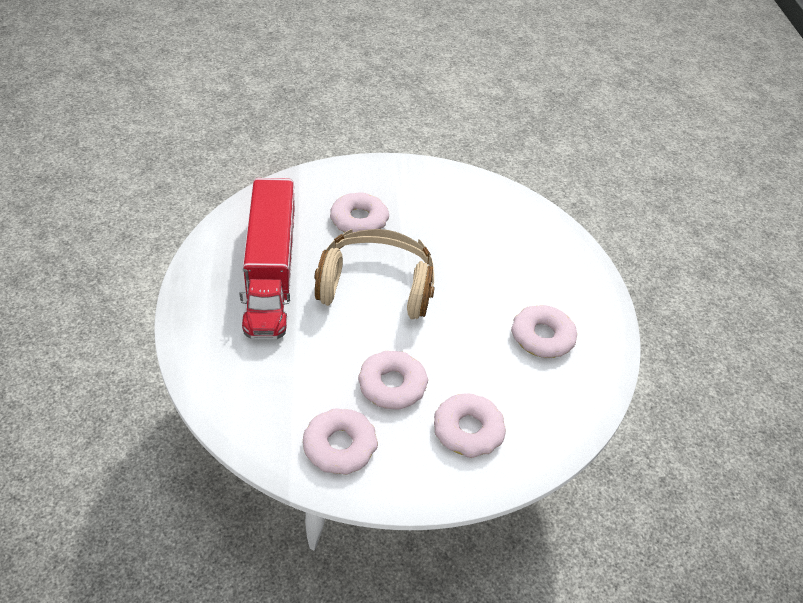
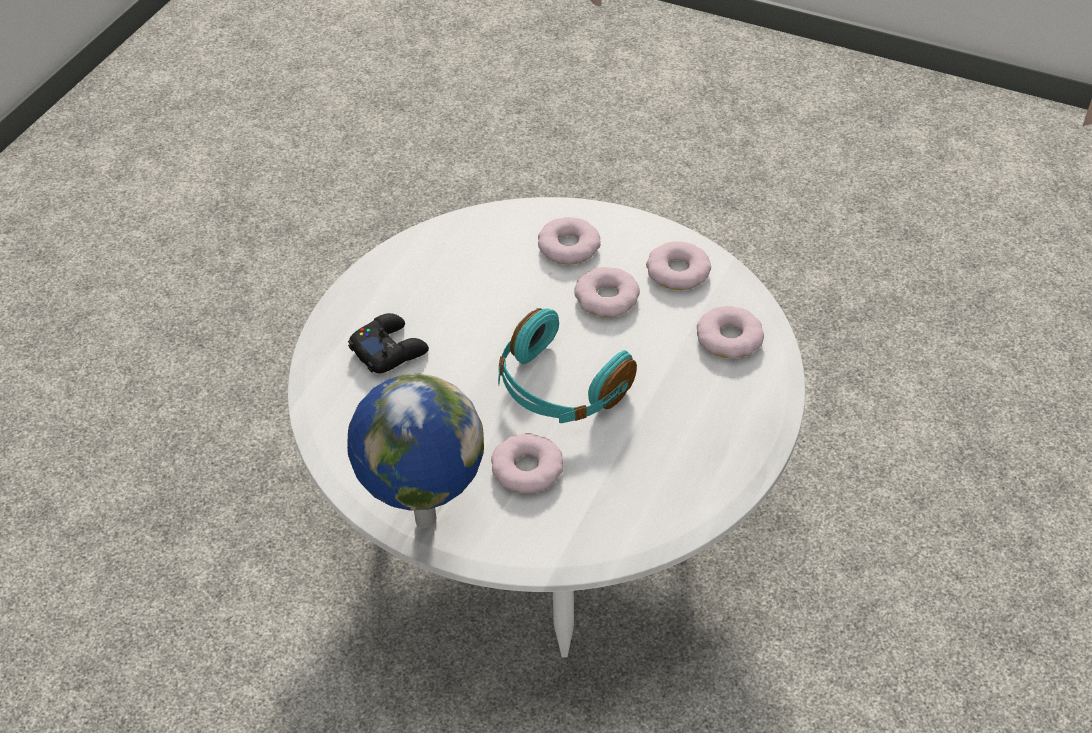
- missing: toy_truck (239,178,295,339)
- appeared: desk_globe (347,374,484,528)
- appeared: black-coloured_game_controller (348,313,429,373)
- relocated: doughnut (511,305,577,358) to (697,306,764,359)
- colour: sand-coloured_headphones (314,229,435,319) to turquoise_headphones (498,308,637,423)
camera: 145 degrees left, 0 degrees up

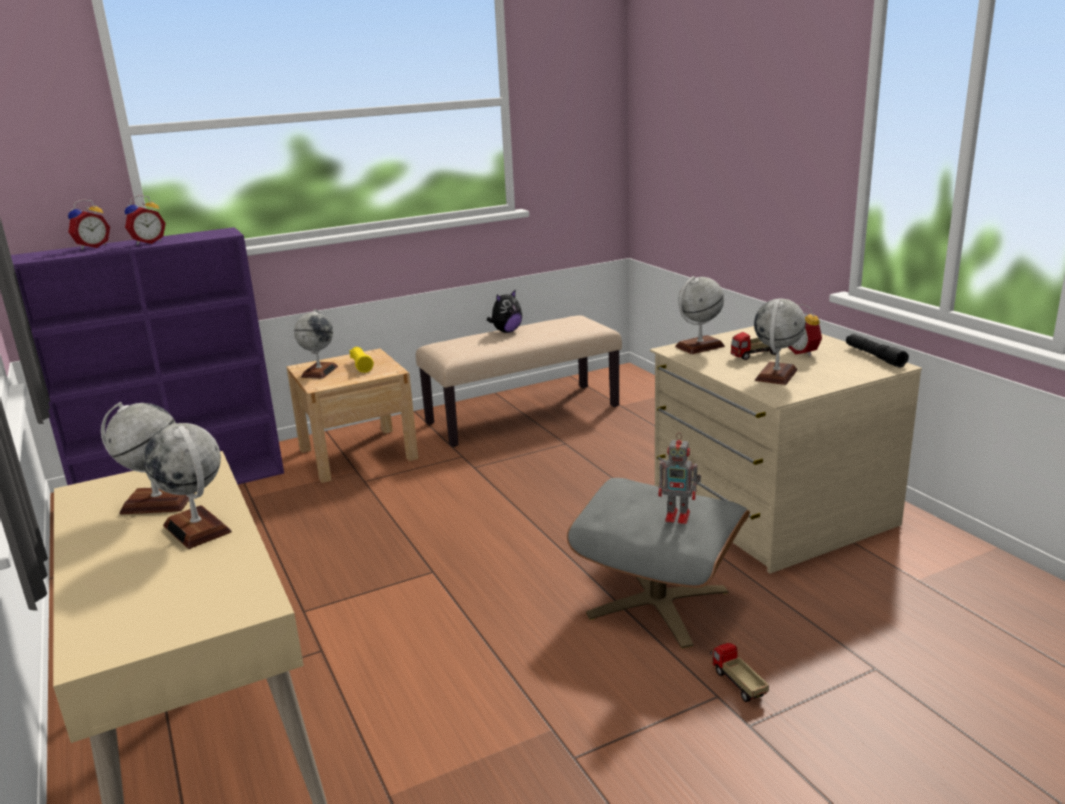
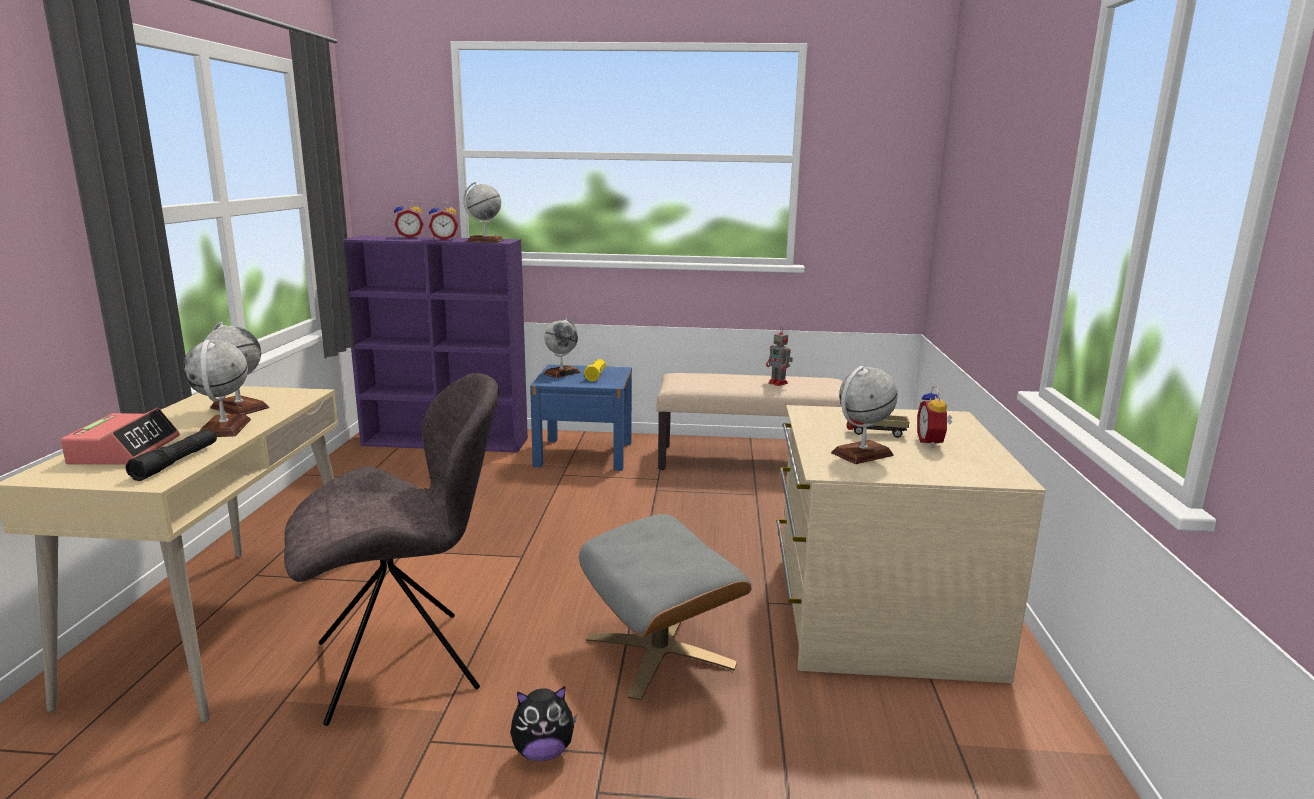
- missing: toy_truck (710,643,769,702)
- appeared: bedside_clock (61,408,180,464)
- appeared: gray_chair (284,373,499,726)
- relocated: soft_toy (487,289,522,333) to (510,686,577,761)
- relocated: robot_figure (658,433,701,524) to (766,328,793,386)
- relocated: desk_globe (675,276,725,354) to (463,182,504,243)
- relocated: black-coloured_torch (846,334,909,368) to (126,430,217,481)
- colour: sand-coloured_bedside_table (287,348,418,483) to blue-coloured_bedside_table (530,365,632,471)
camera: 30 degrees right, 5 degrees down

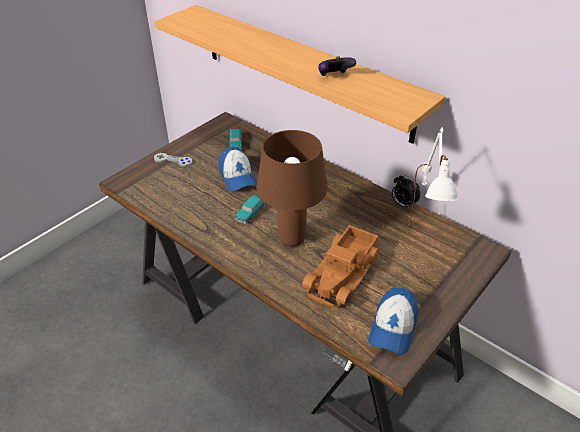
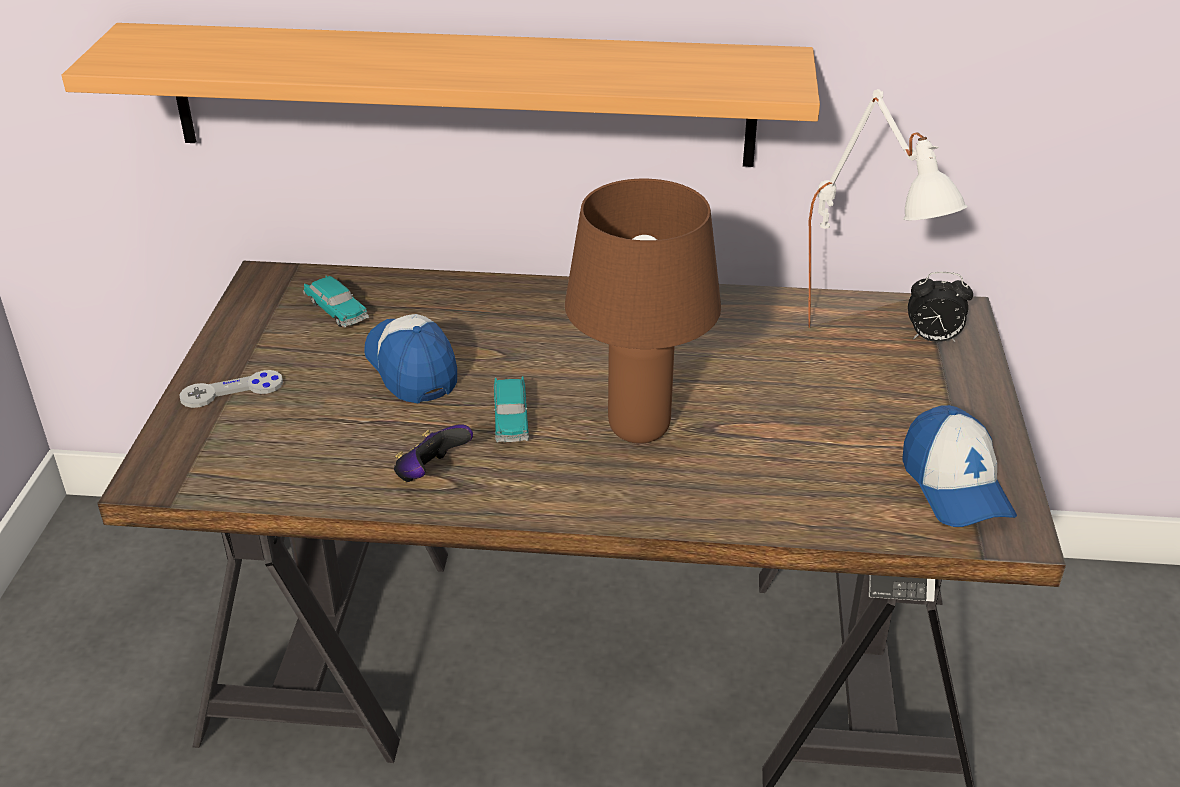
- missing: toy_truck (302,225,380,307)
- relocated: game_controller (318,56,356,76) to (394,424,473,482)
- relocated: bedside_clock (392,174,420,210) to (908,272,973,342)
- spun: peaked_cap (219,147,257,191) = (365,314,457,403) 150 degrees counterclockwise
camera: 35 degrees left, 5 degrees down

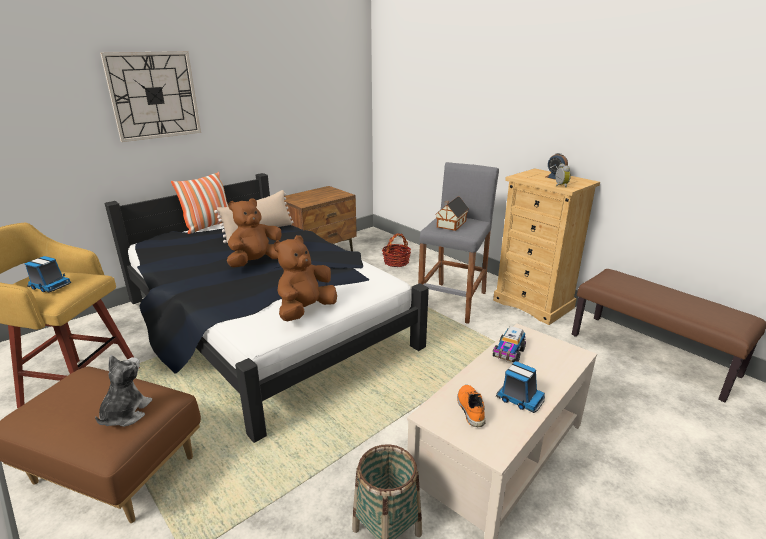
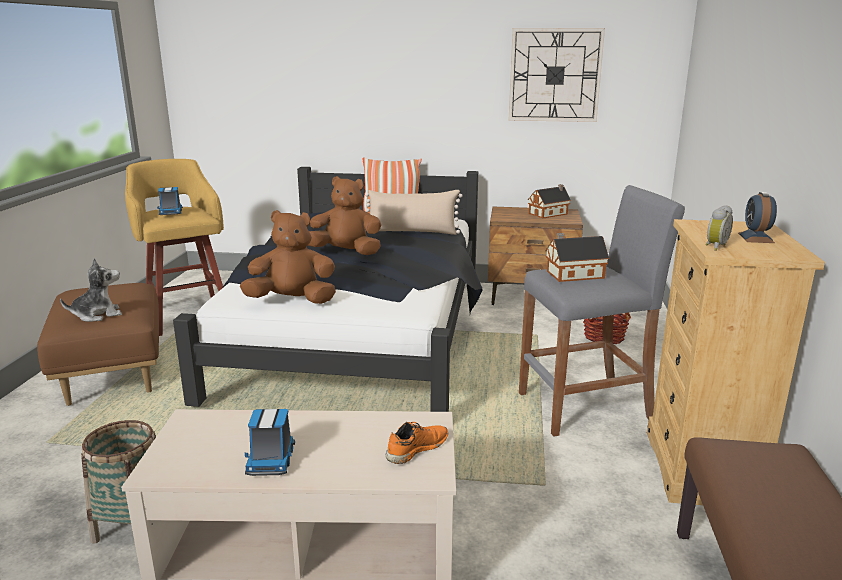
- missing: toy_truck (493,326,526,362)
- appeared: miniature_house (528,184,571,218)
- relocated: wall_clock (100,51,201,142) to (508,28,605,122)
- relocated: orangey_shoe (457,385,486,427) to (385,422,448,464)
camera: 50 degrees right, 5 degrees down

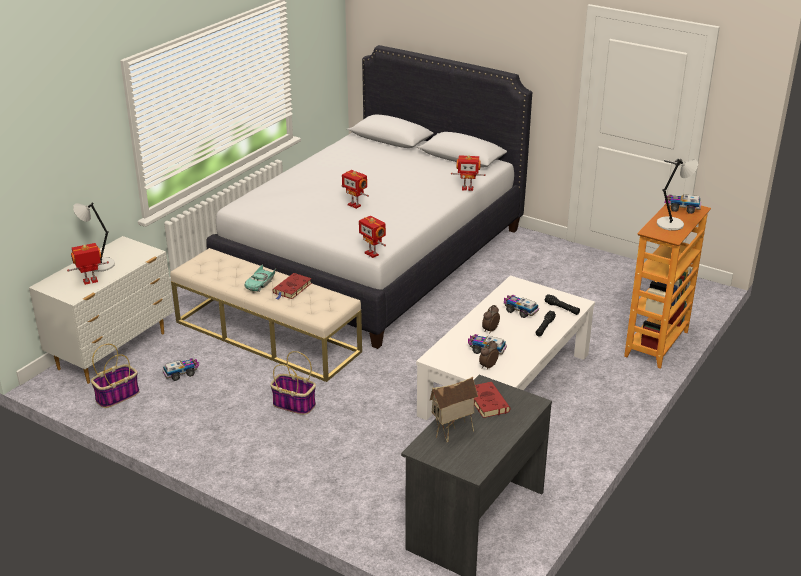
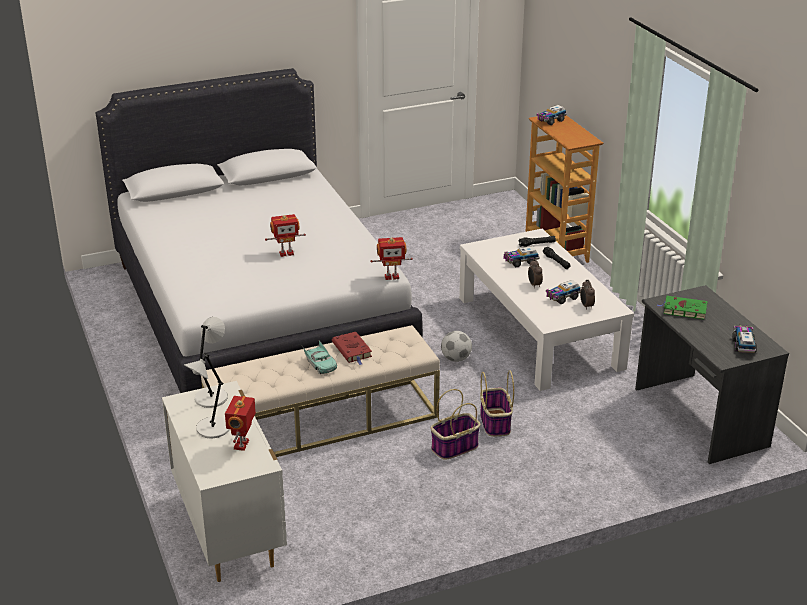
- missing: miniature_house (430,377,478,442)
- missing: robot_figure (451,155,486,191)
- appeared: football (441,331,472,362)
- relocated: storage_basket (91,344,139,408) to (480,370,514,437)
- relocated: toy_truck (162,358,199,381) to (732,325,757,353)
- relocated: gray_tabletop_lamp (657,159,698,231) to (195,317,228,408)
- colour: reddish_book (474,382,510,418) to green_book (657,296,708,320)
camera: 55 degrees left, 0 degrees up

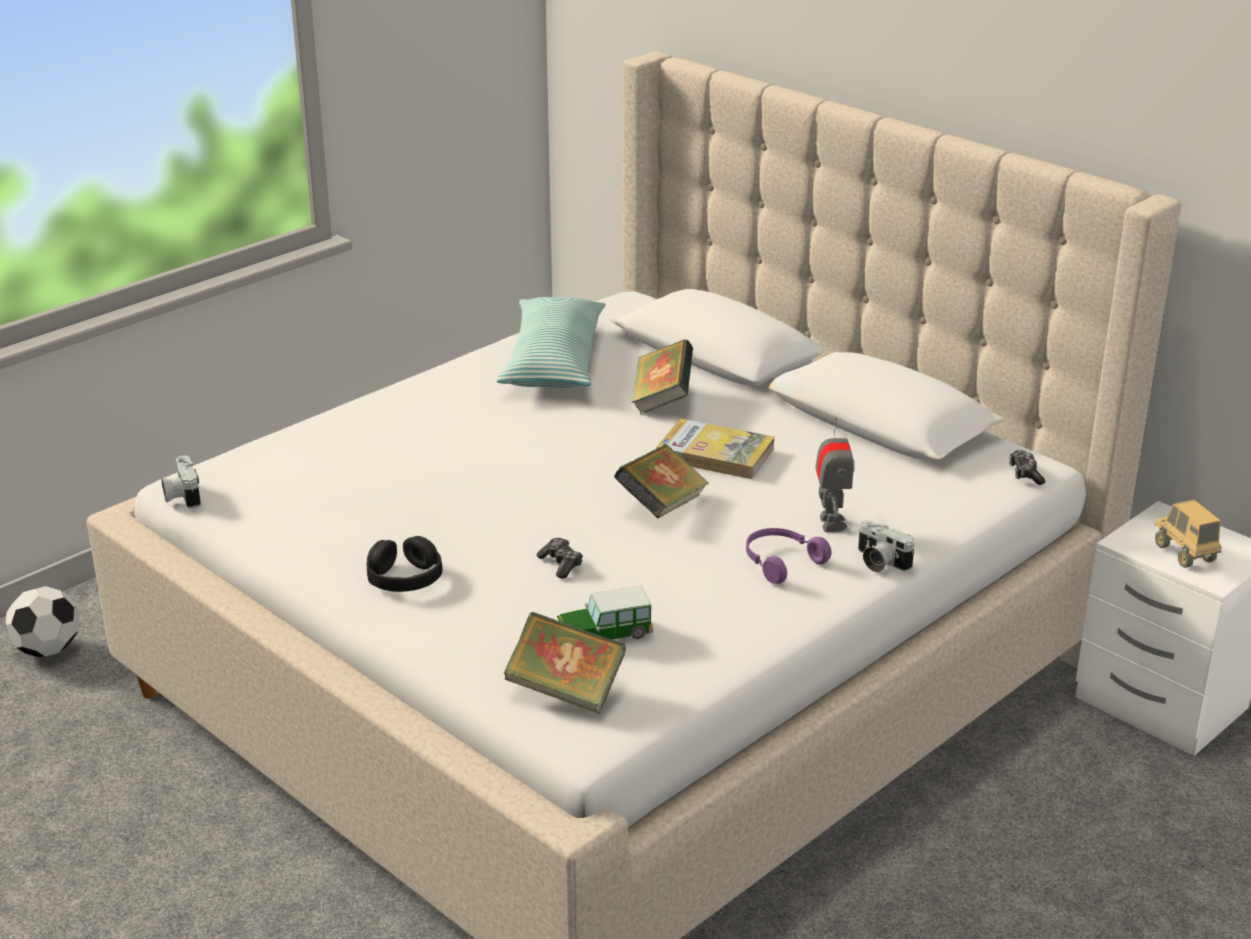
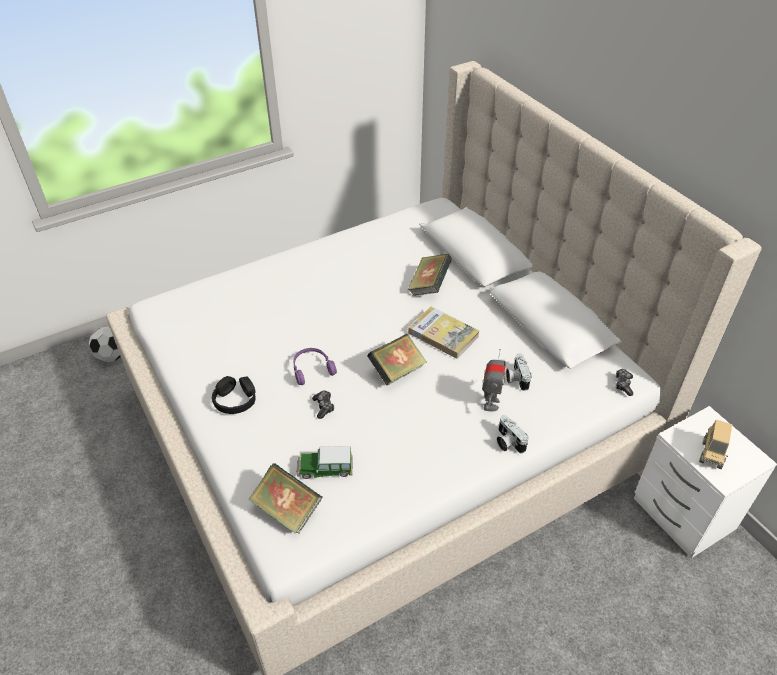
- missing: throw_pillow (497,297,606,388)
- relocated: still_camera (162,455,201,508) to (506,353,532,391)
- relocated: purplish_headphones (746,528,832,584) to (293,348,337,385)
- spun: toy_truck (1155,500,1222,568) = (699,419,732,469) 150 degrees counterclockwise
camera: 15 degrees right, 15 degrees up

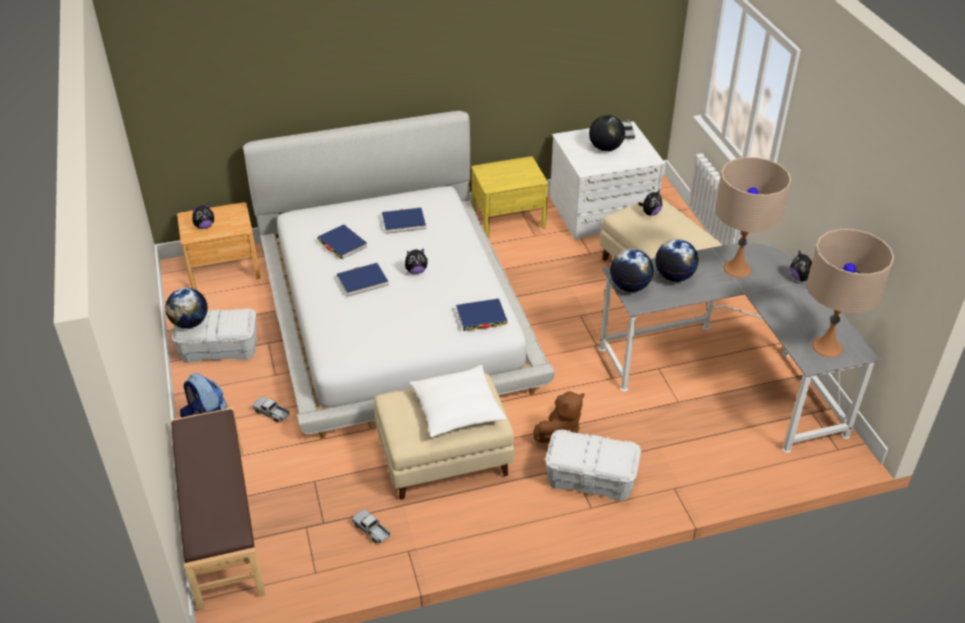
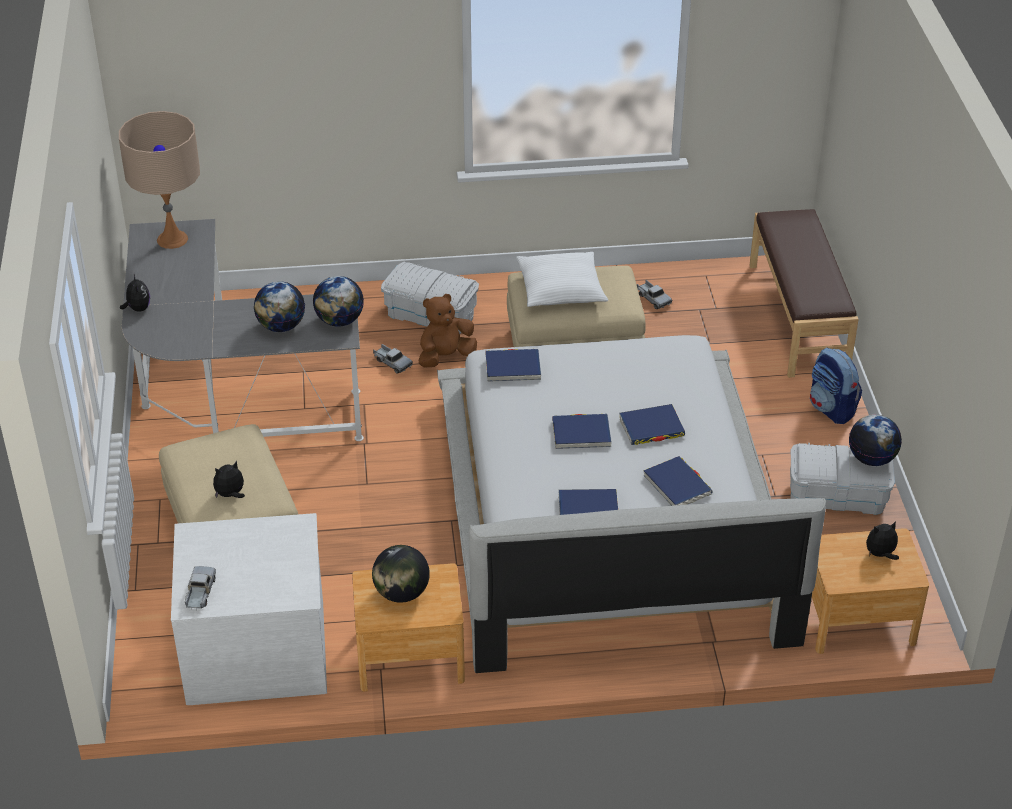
- missing: sand-coloured_tabletop_lamp (715,157,791,278)
- relocated: toy_truck (252,397,290,423) to (373,344,413,374)
- relocated: desk_globe (589,115,625,151) to (372,545,430,603)
- exchanged: soft_toy (405,249,428,274) to blue-coloured_book (552,414,612,449)
- colour: yellowish_bedside_table (472,156,548,239) to brown_bedside_table (352,563,465,692)
camera: 170 degrees left, 0 degrees up

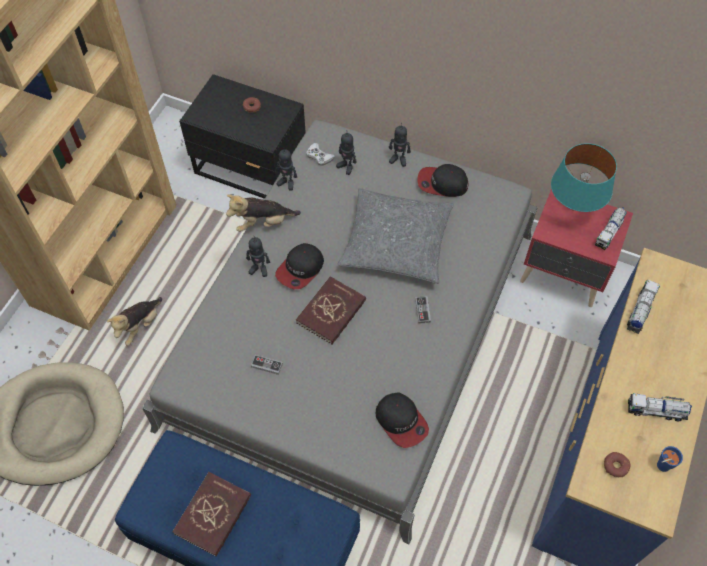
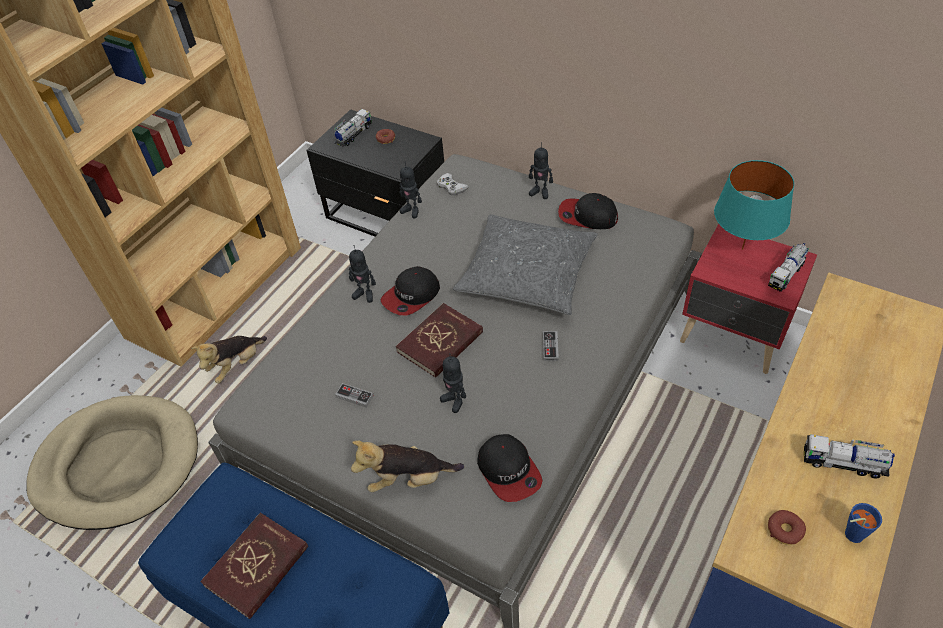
- relocated: soft_toy (226,194,301,232) to (351,440,464,492)
- relocated: robot_figure (336,133,356,175) to (440,353,466,413)
- relocated: toy_truck (627,280,660,334) to (334,109,372,146)
camera: 10 degrees right, 10 degrees down

